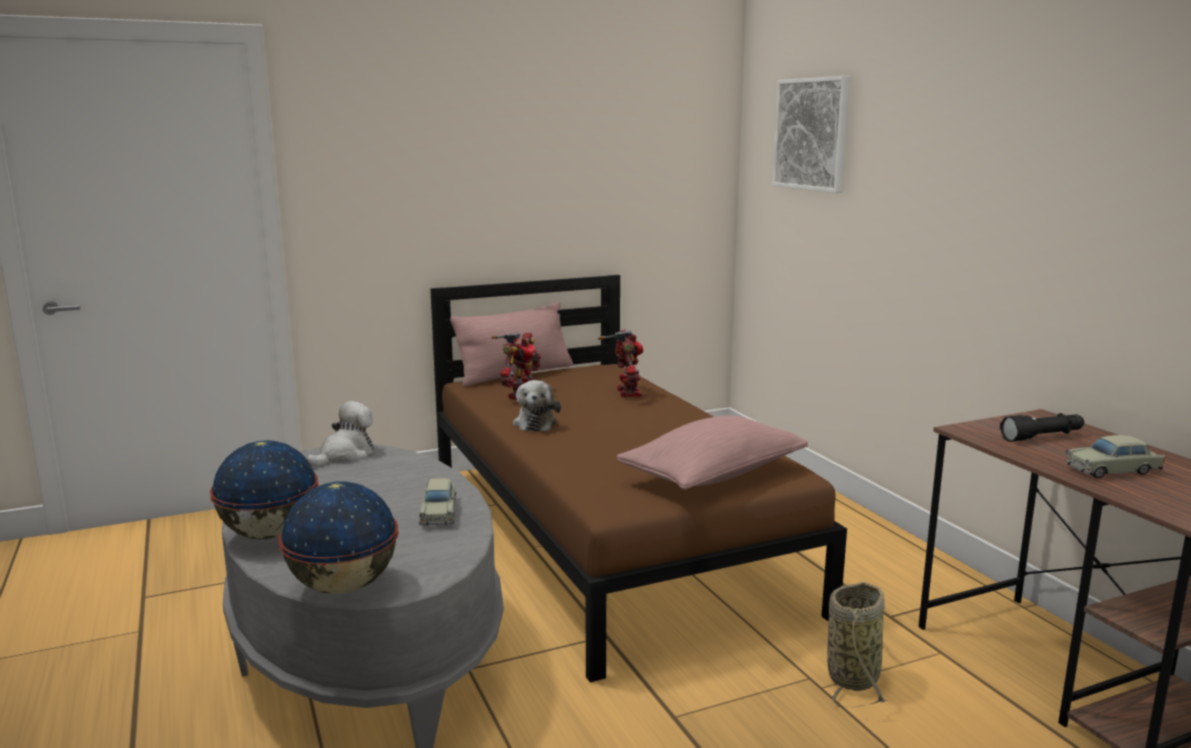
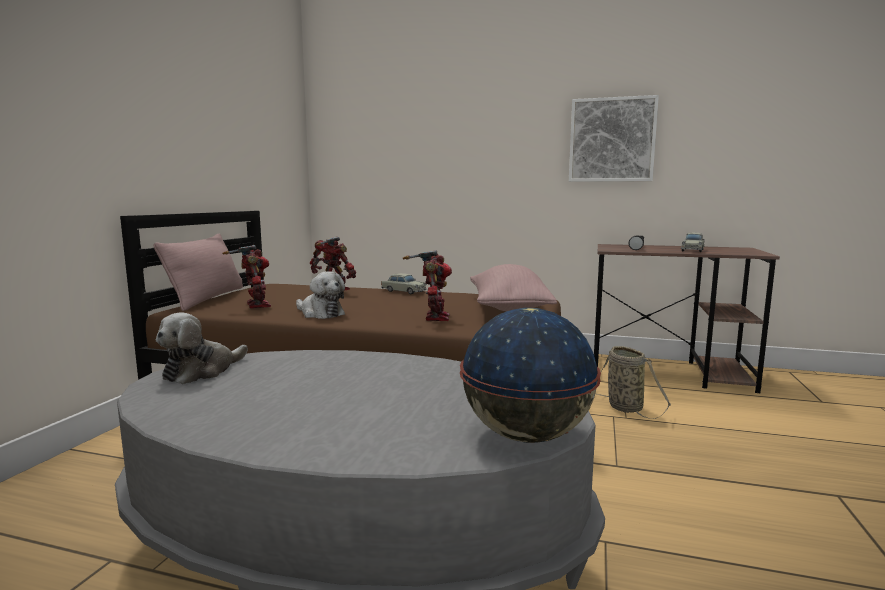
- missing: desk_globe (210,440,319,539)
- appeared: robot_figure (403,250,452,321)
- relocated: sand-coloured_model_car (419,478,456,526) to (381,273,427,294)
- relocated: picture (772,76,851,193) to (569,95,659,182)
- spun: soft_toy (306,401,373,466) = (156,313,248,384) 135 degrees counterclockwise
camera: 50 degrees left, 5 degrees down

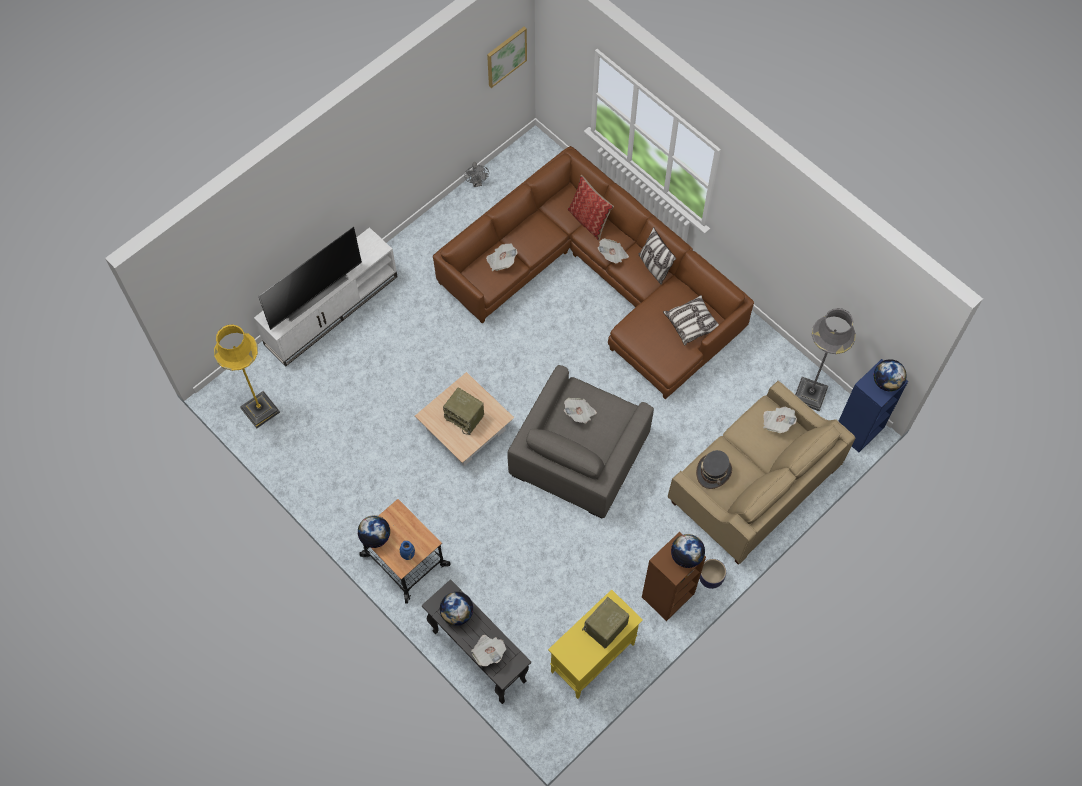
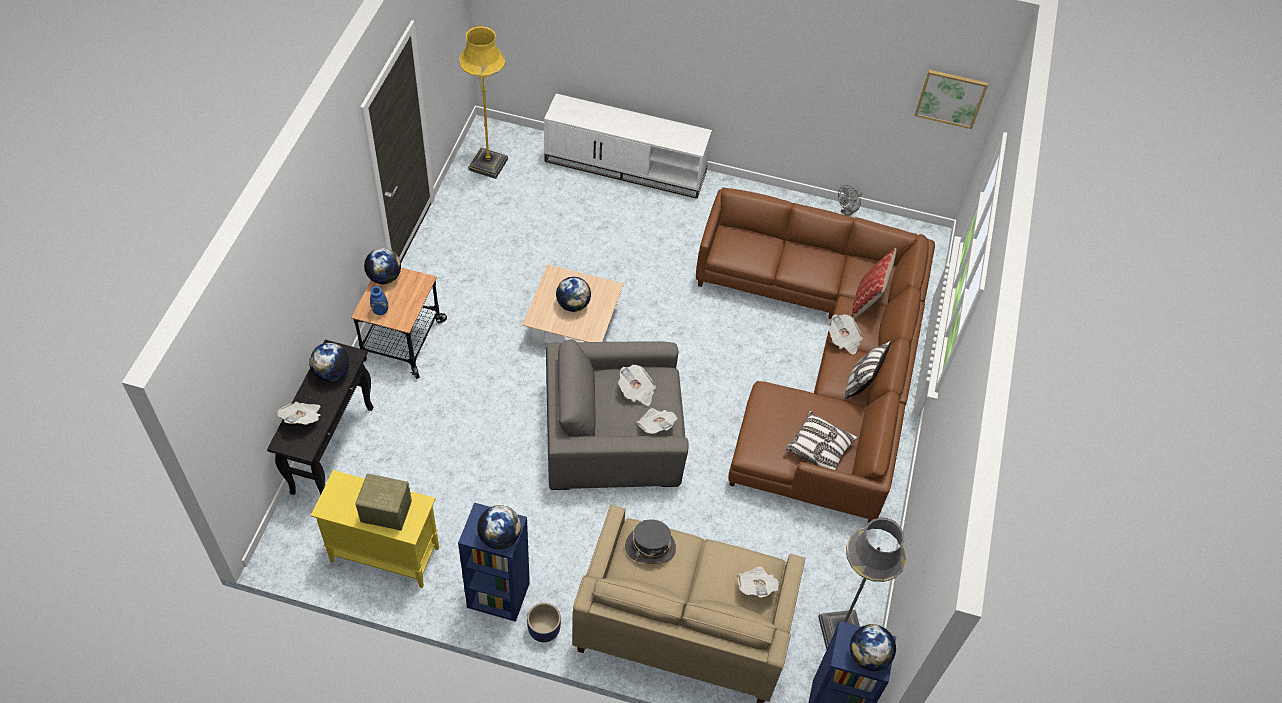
- missing: TV (258,227,362,330)
- relocated: daily_paper (486,243,517,271) to (637,408,677,434)
- exchanged: radio (443,388,484,435) to desk_globe (556,277,591,312)
- colour: brown_bookshelf (642,532,706,621) to blue-coloured_bookshelf (458,502,530,622)
camera: 55 degrees right, 10 degrees down

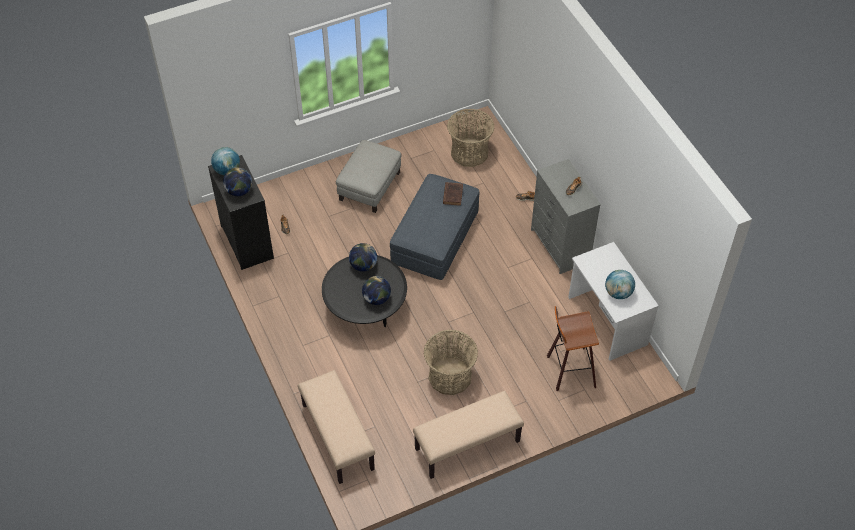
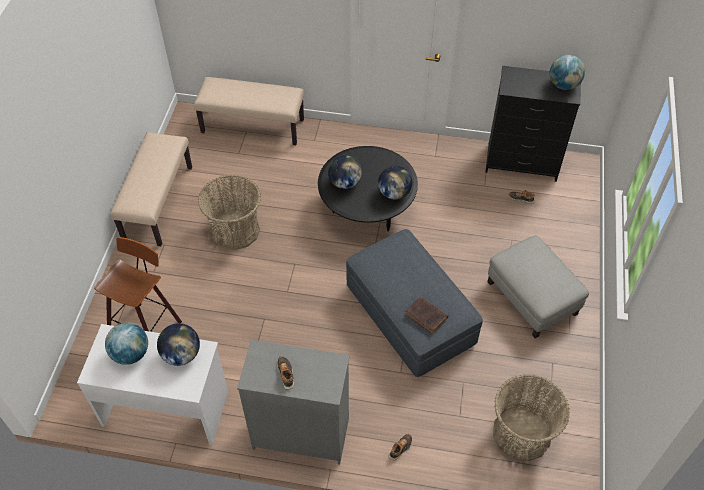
- relocated: desk_globe (223,167,252,196) to (157,323,200,366)
camera: 125 degrees right, 0 degrees up

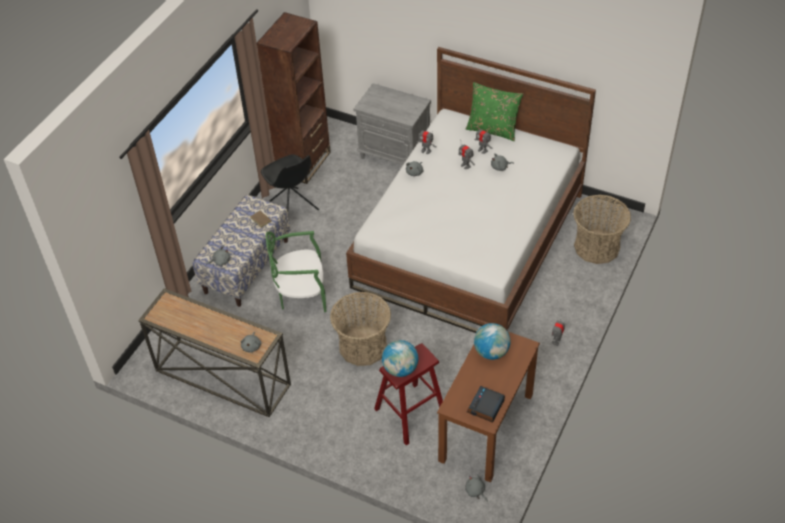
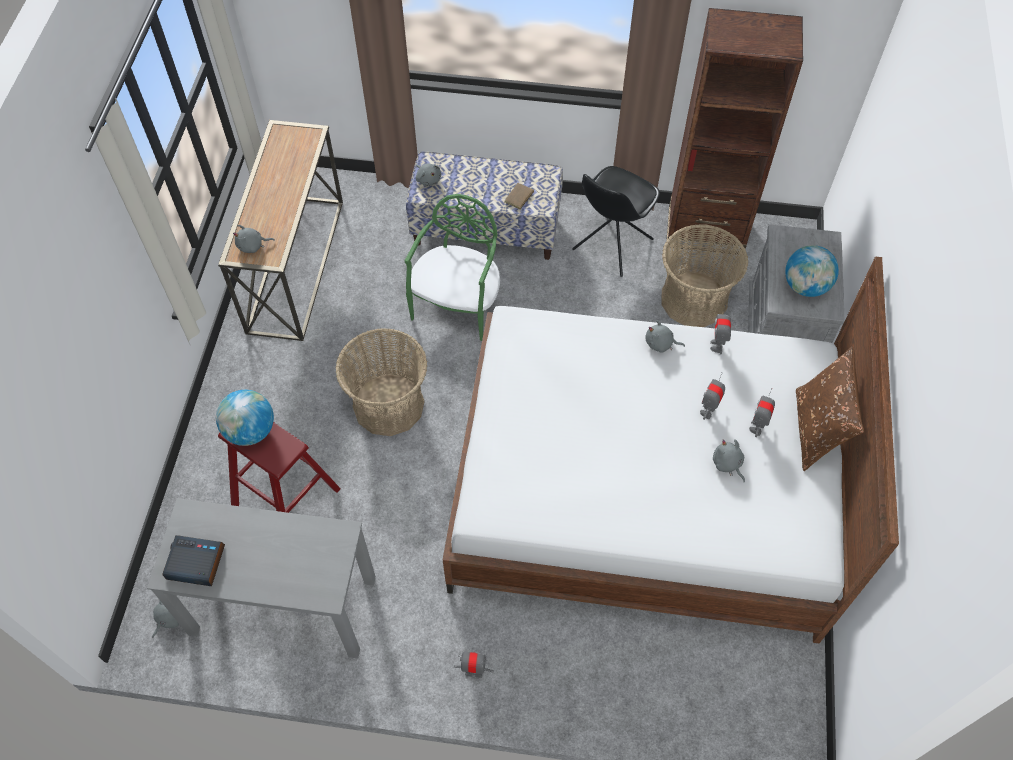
- relocated: desk_globe (474,323,510,360) to (785,245,839,297)
- relocated: storage_basket (573,195,631,264) to (662,224,748,327)
- colour: brown_desk (437,324,540,483) to gray_desk (147,498,376,658)
- colour: green_throw_pillow (466,82,523,141) to brown_throw_pillow (796,346,864,471)
- spun: green_chair (266,231,327,312) = (405,194,500,341) 45 degrees clockwise
camera: 70 degrees right, 10 degrees up

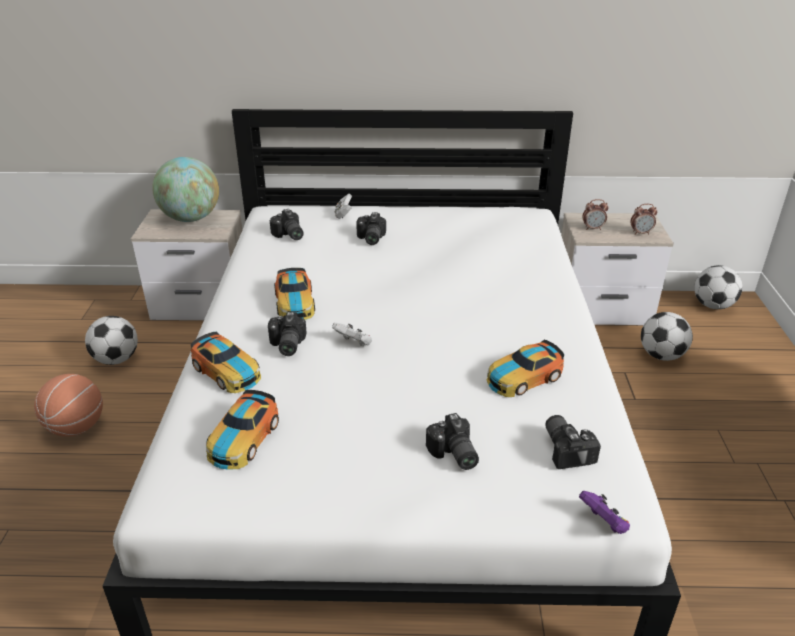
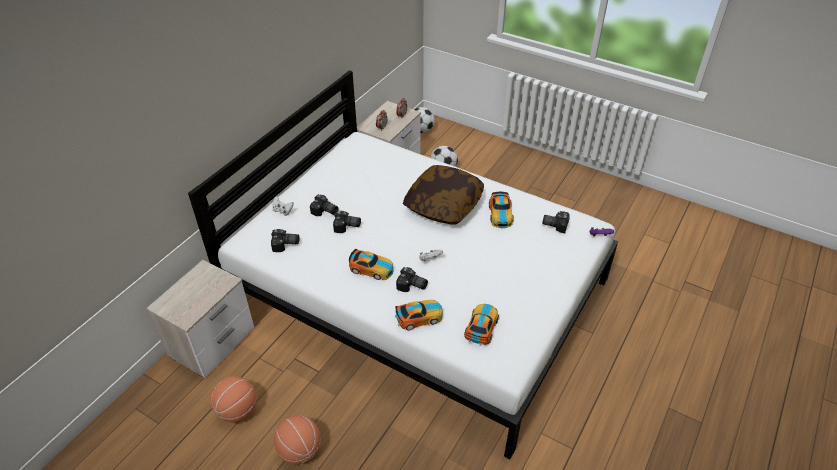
- missing: desk_globe (152,157,219,222)
- appeared: throw_pillow (403,165,484,225)
- relocated: still_camera (426,413,479,470) to (333,211,361,233)
- exchanged: football (85,316,138,365) to basketball (211,376,257,423)
- spun: model_car (206,390,279,469) = (464,304,499,346) 120 degrees counterclockwise
camera: 60 degrees left, 10 degrees up

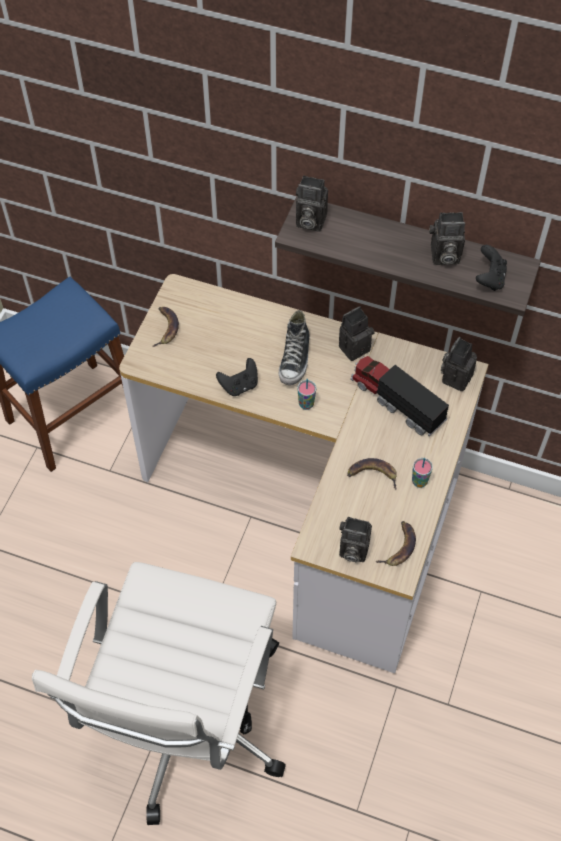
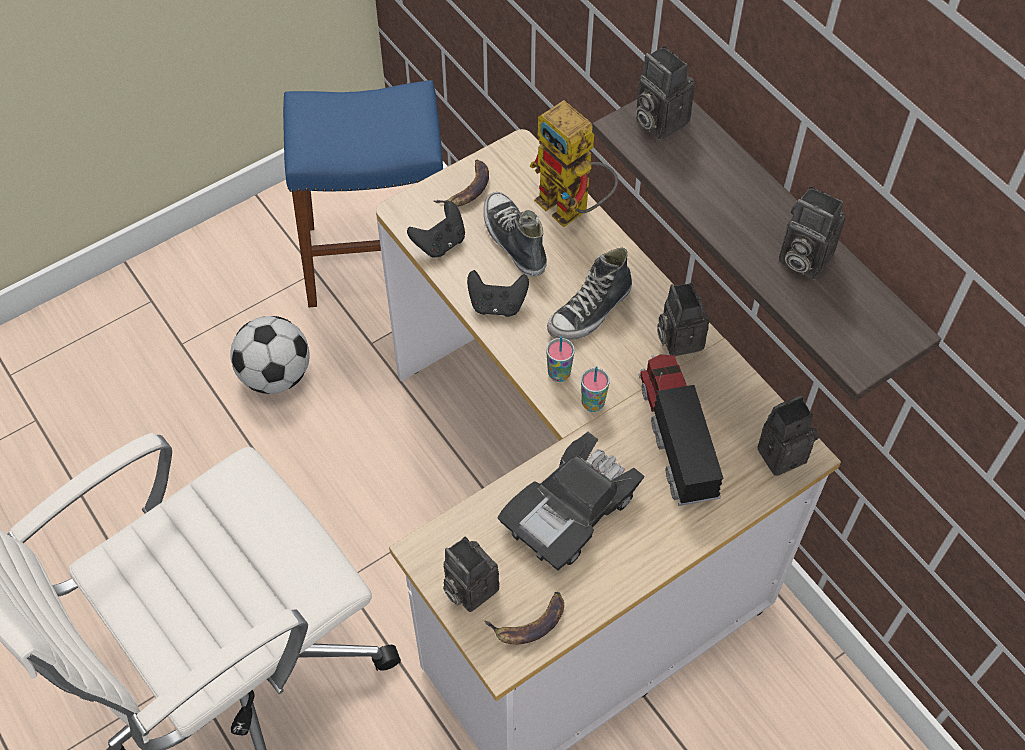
- appeared: football (230,316,310,394)
- appeared: shoe (484,192,547,277)
- appeared: robot_figure (530,100,618,227)
- relocated: cup (412,458,433,488) to (581,366,610,412)
- relocated: black-coloured_game_controller (476,245,507,291) to (407,201,465,258)
- exchanged: banana (347,458,397,490) to black-coloured_model_car (497,432,645,570)
- spun: still_camera (339,306,375,361) = (657,283,709,356) 105 degrees counterclockwise
camera: 35 degrees right, 0 degrees up

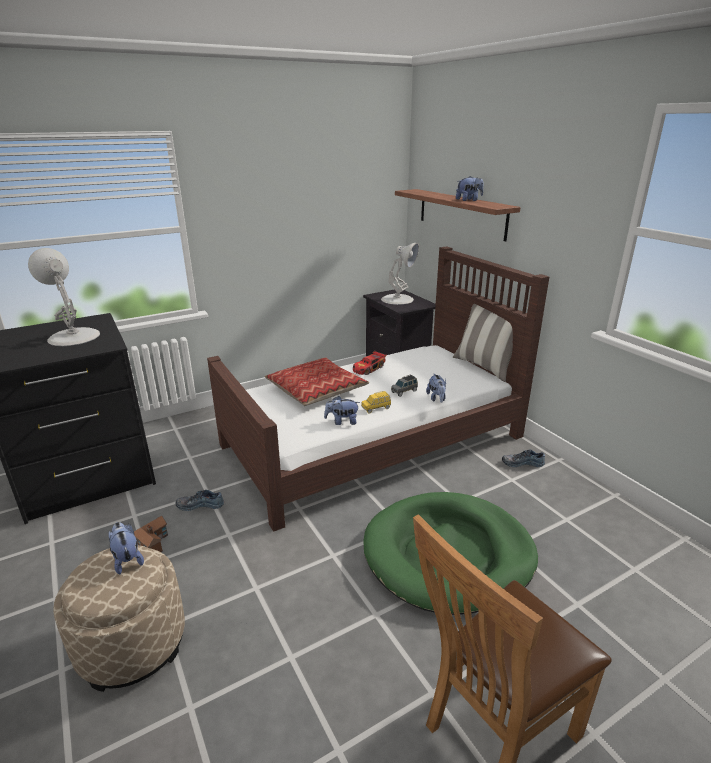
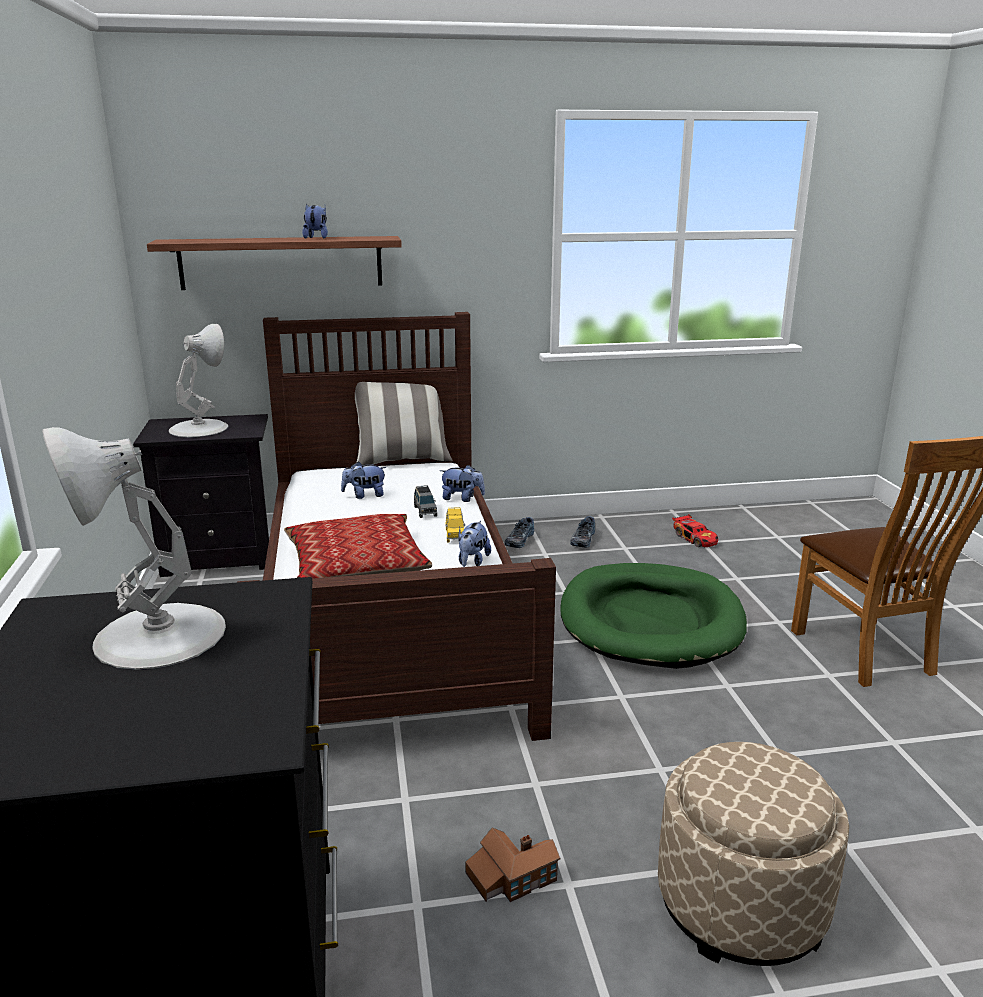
- relocated: soft_toy (108,522,144,574) to (341,461,387,499)
- relocated: shoe (176,490,224,511) to (570,516,595,548)
- relocated: model_car (353,351,387,375) to (672,514,718,547)
camera: 70 degrees left, 5 degrees down

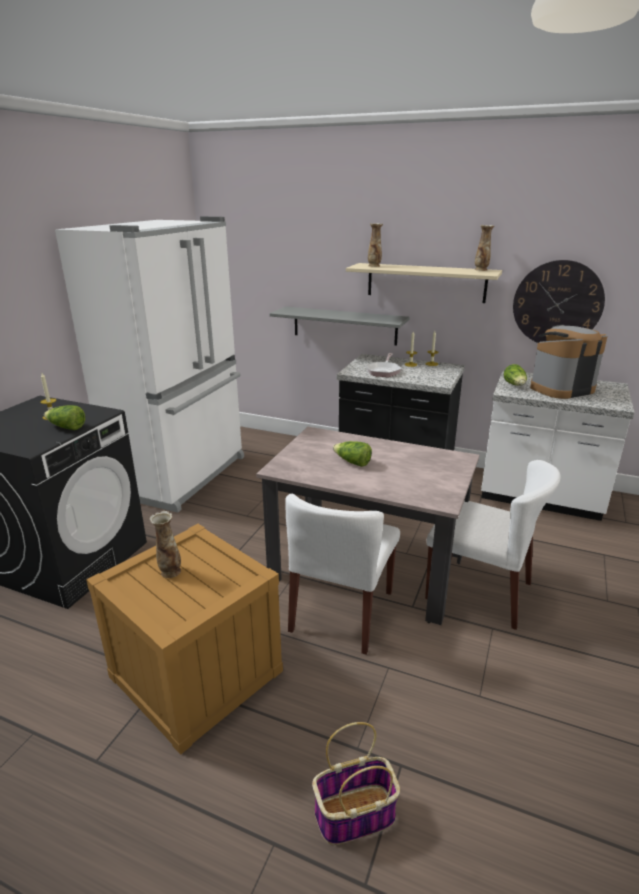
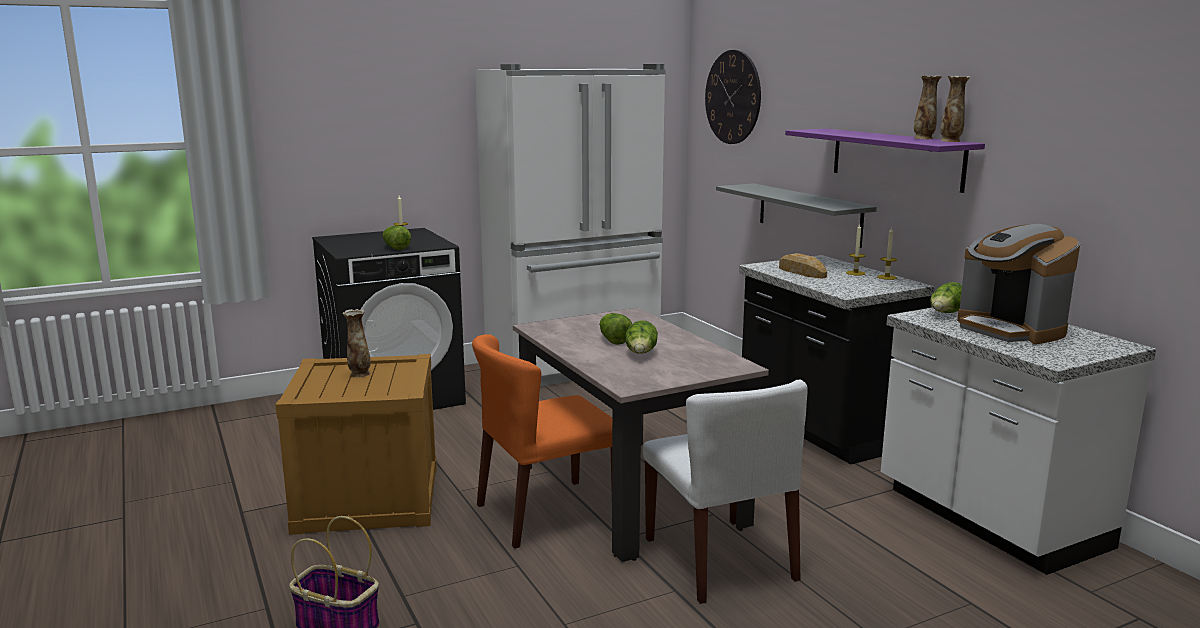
- appeared: lettuce (625,320,658,354)
- relocated: flower_vase (368,223,383,267) to (914,75,942,139)
- relocated: wall_clock (513,260,605,343) to (705,50,761,144)
- exchanged: frying_pan (365,353,402,377) to bakery_bread (779,253,827,279)
- colour: white-coloured_chair (285,494,400,655) to orangey_chair (472,334,612,549)
- colour: sand-coloured_shelf (346,263,502,303) to purplish_shelf (785,129,985,193)
- spun: coffee_brewer (530,325,608,399) = (957,224,1080,344) 135 degrees counterclockwise
camera: 40 degrees right, 10 degrees down

